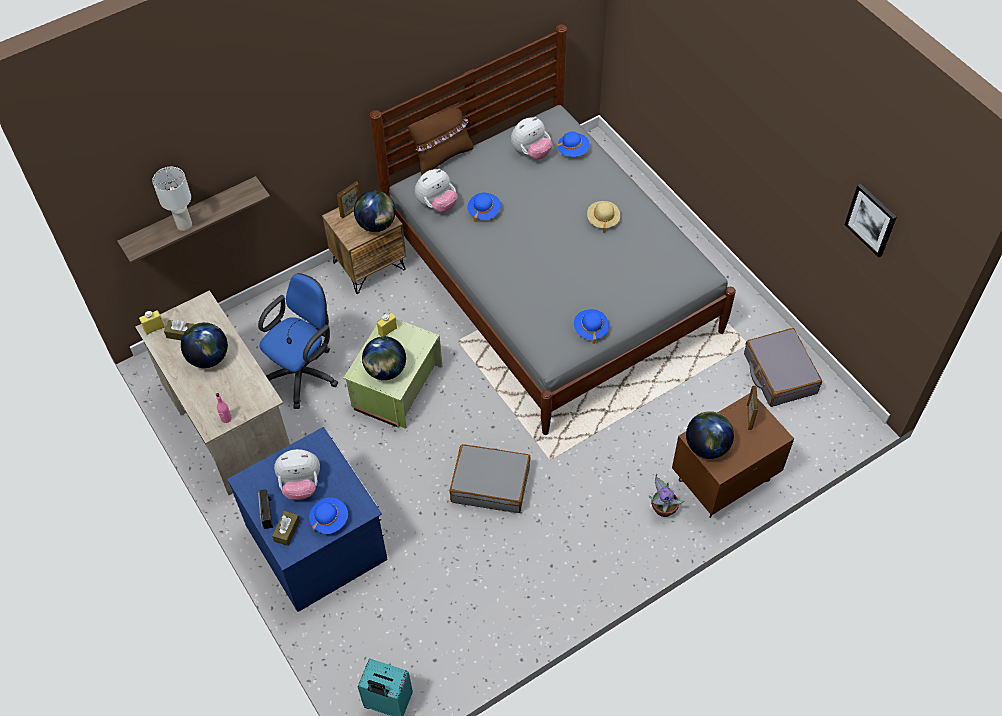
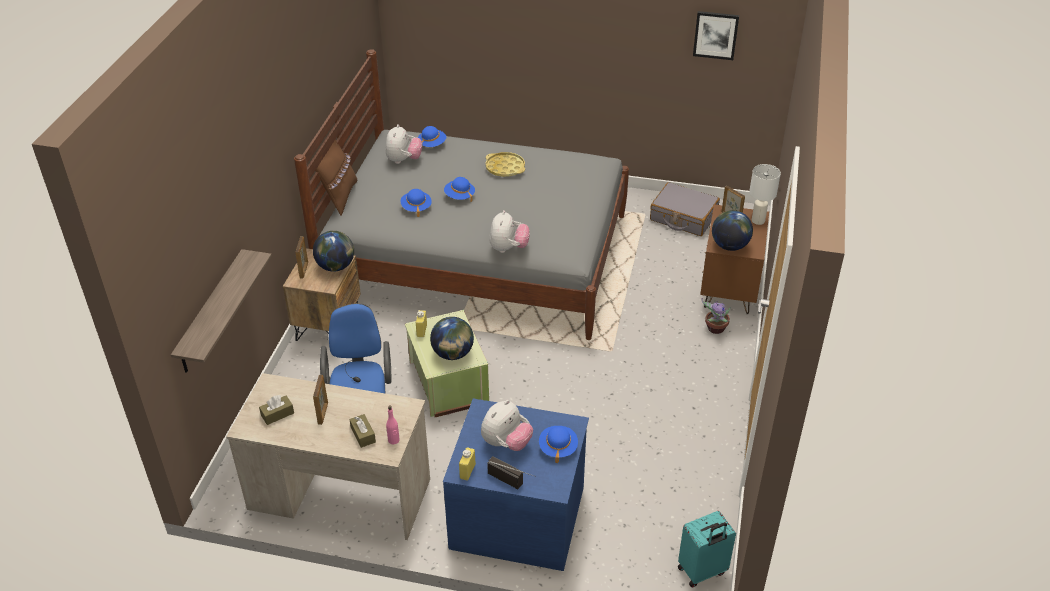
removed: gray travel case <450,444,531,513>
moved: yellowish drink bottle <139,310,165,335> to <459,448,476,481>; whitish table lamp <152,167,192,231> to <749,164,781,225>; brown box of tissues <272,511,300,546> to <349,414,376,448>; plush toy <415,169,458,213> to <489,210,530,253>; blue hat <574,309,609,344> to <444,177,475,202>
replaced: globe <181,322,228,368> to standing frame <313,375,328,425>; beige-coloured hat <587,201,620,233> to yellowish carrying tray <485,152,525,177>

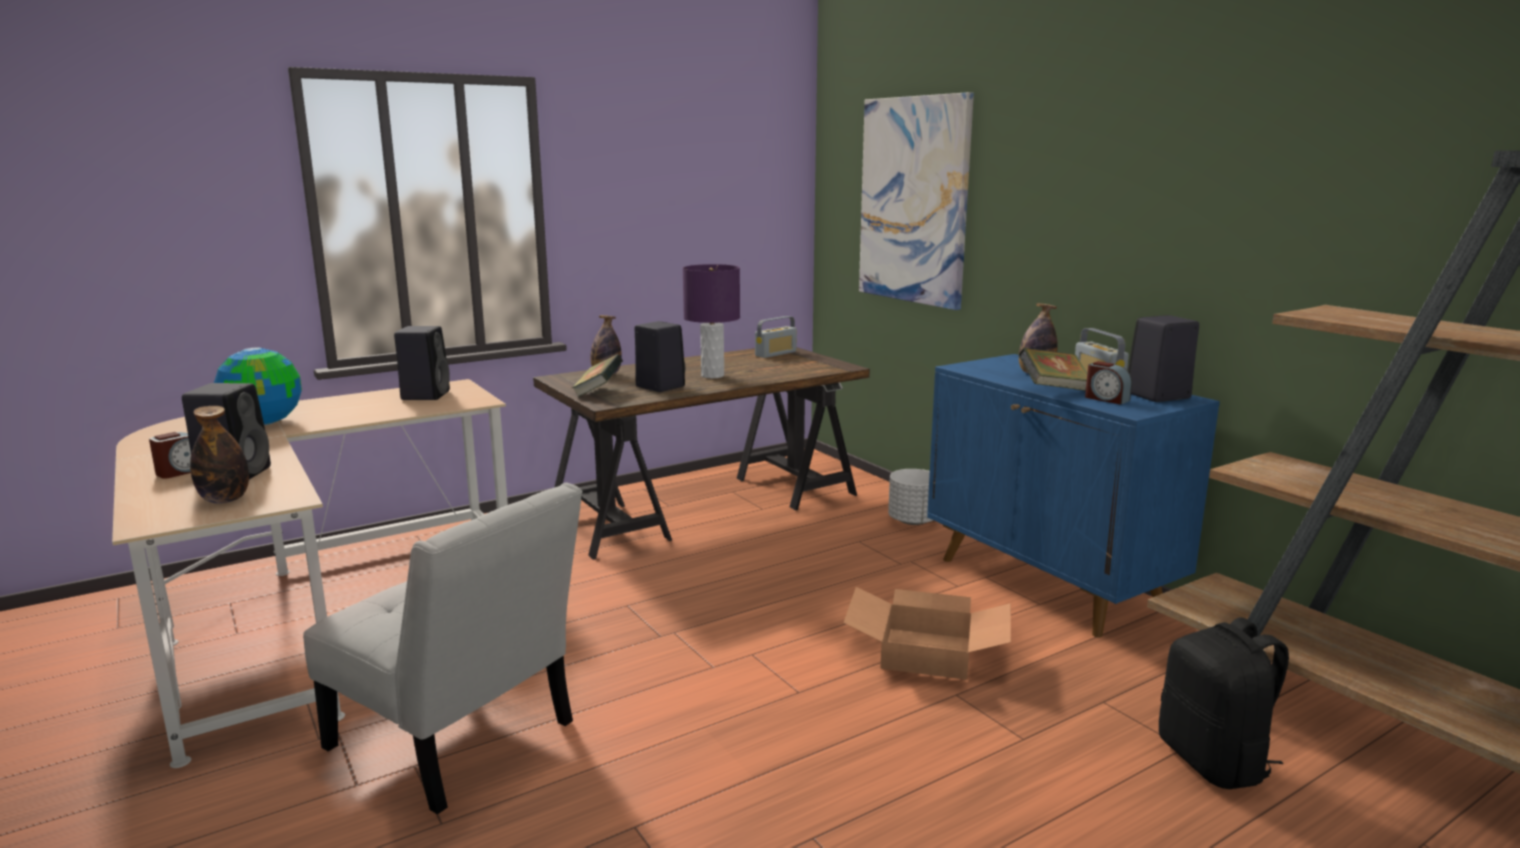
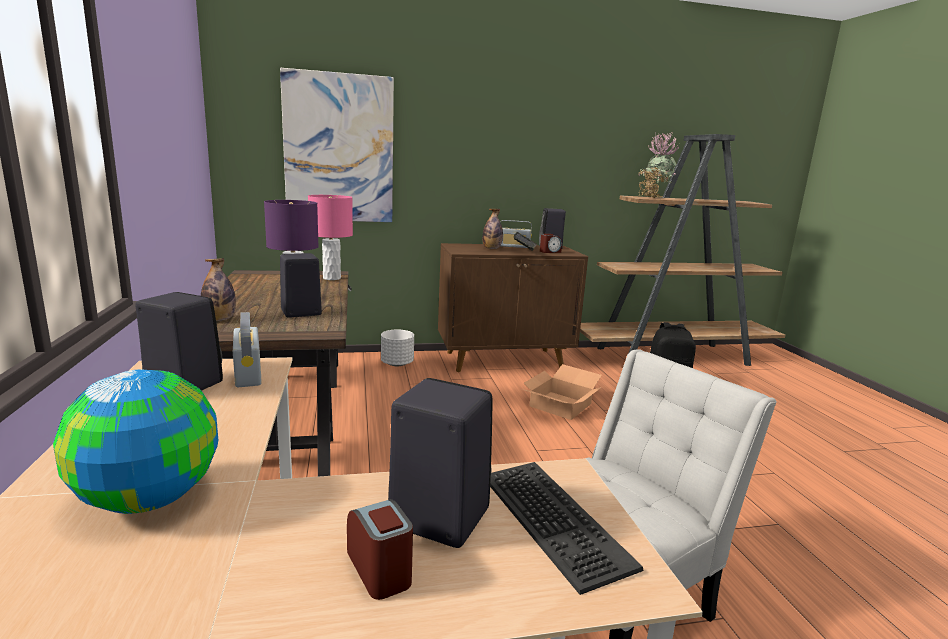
removed: volume <572,354,623,397>
added: pinkish table lamp <308,195,353,280>; plant in a pot <638,132,679,198>
moved: radio receiver <755,316,797,358> to <233,312,262,387>
replaced: drink bottle <190,406,249,504> to computer keyboard <490,462,643,595>
recoloured: blue cupboard <927,354,1220,638> to brown cupboard <438,243,588,372>

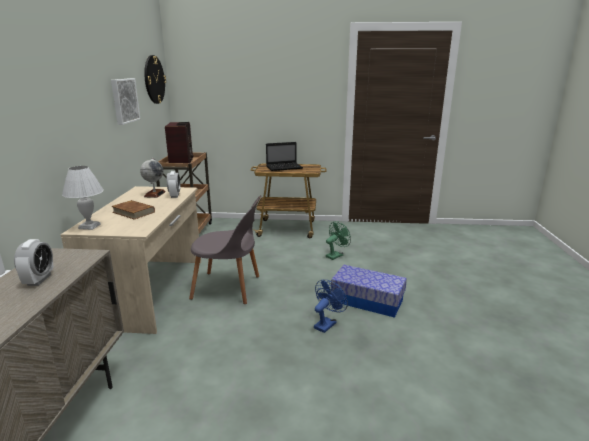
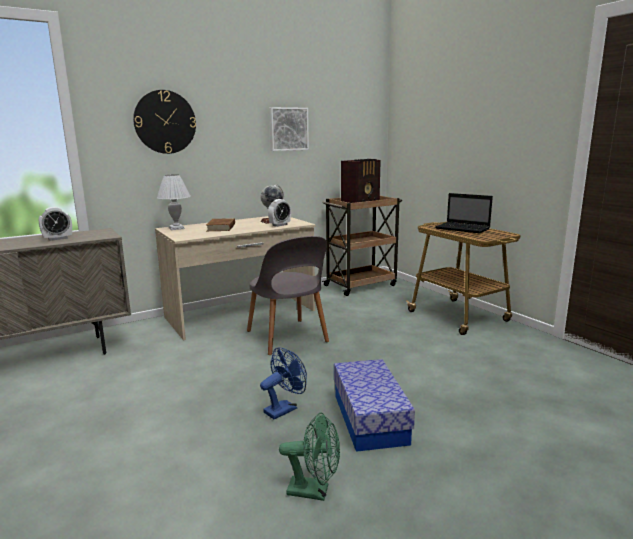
moved: wall clock <144,55,166,104> to <133,90,196,154>; green-coloured cooling fan <326,221,351,260> to <279,412,340,501>
turned: blue cooling fan <314,279,348,333> = <260,347,307,419> 45 degrees counterclockwise

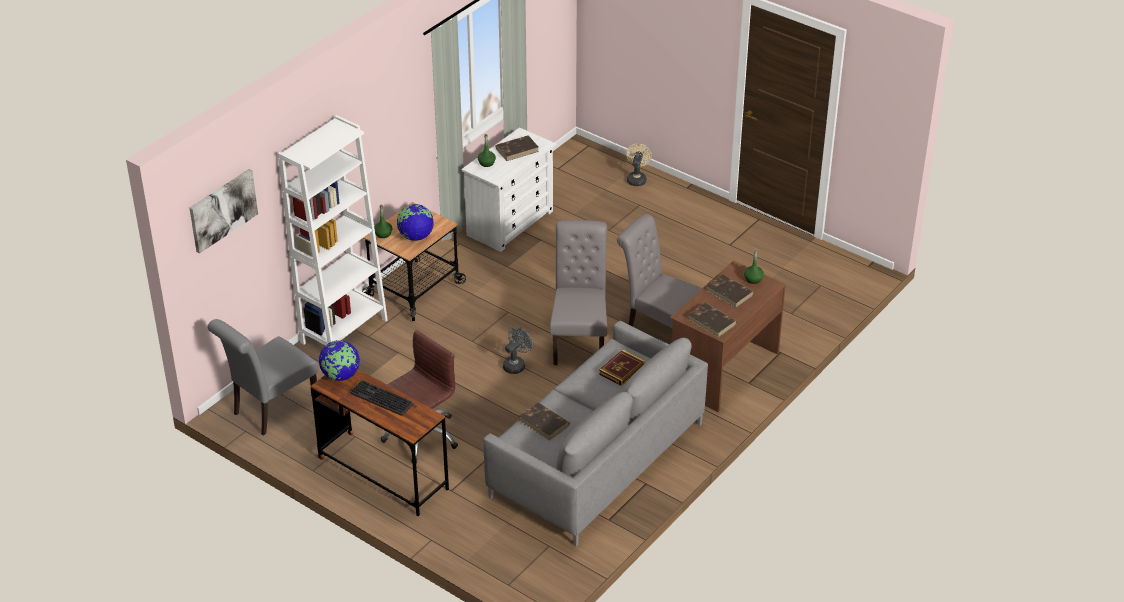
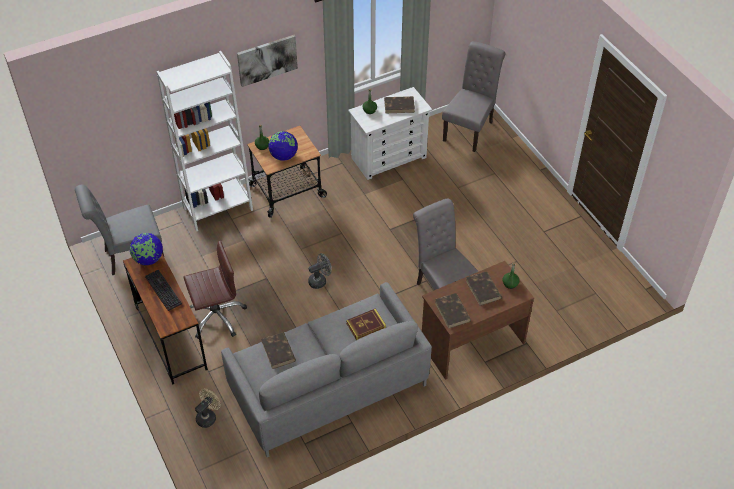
moved: wall picture <190,169,258,253> to <237,35,298,87>; gray plain chair <550,220,607,365> to <442,41,506,152>; beige-coloured cooling fan <626,144,652,186> to <195,389,221,428>

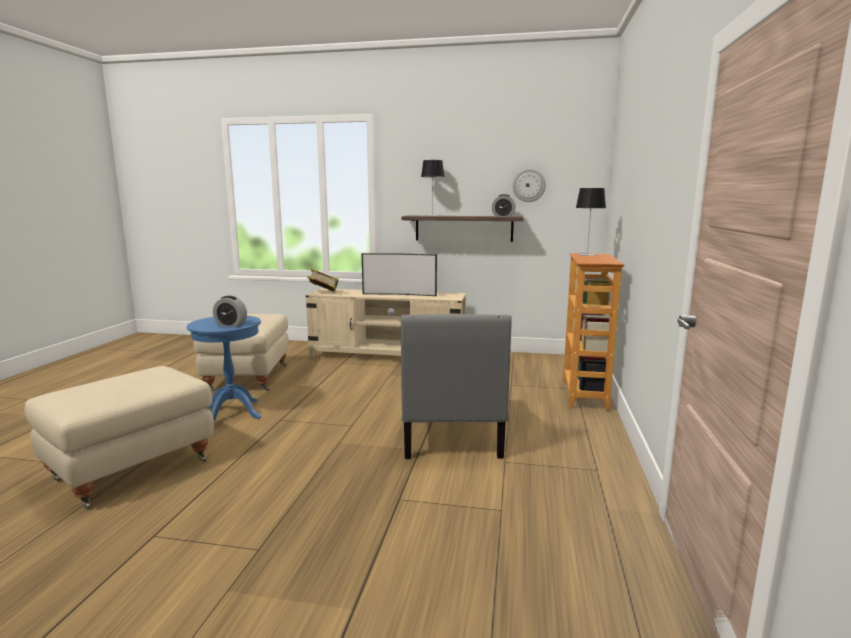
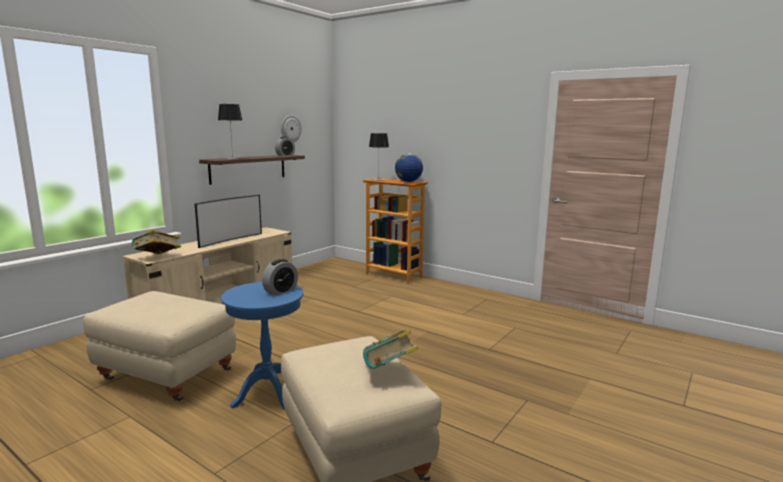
removed: gray armchair <401,314,512,459>
added: volume <363,329,418,369>; globe <395,153,423,182>

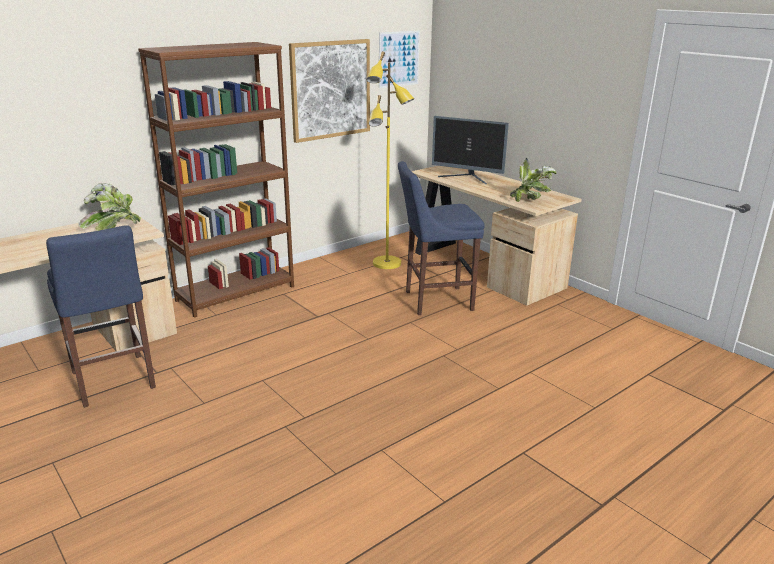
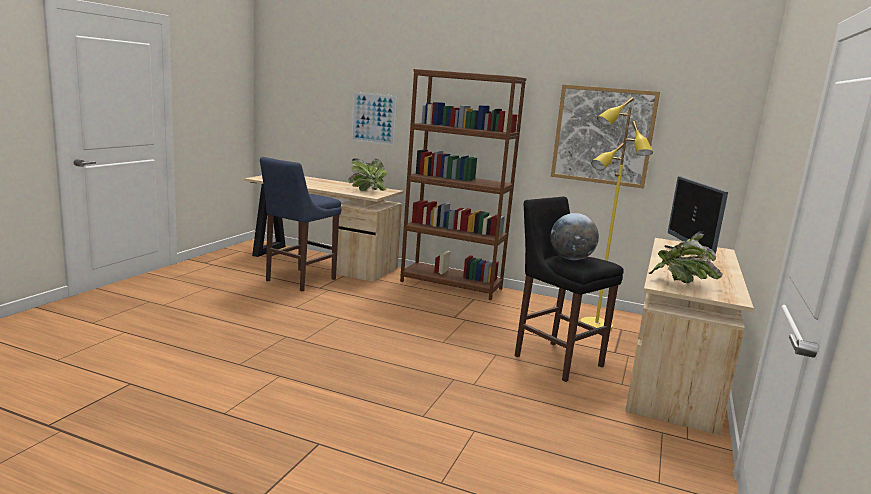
added: globe <551,213,599,260>
moved: wall picture <379,31,420,88> to <351,92,397,146>
recoloured: blue sitting stool <398,161,485,315> to black sitting stool <515,197,624,382>

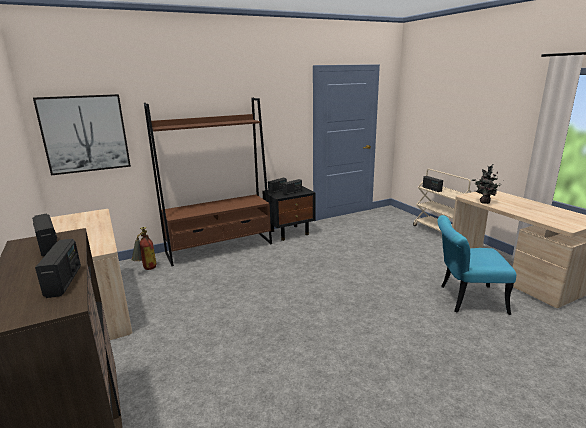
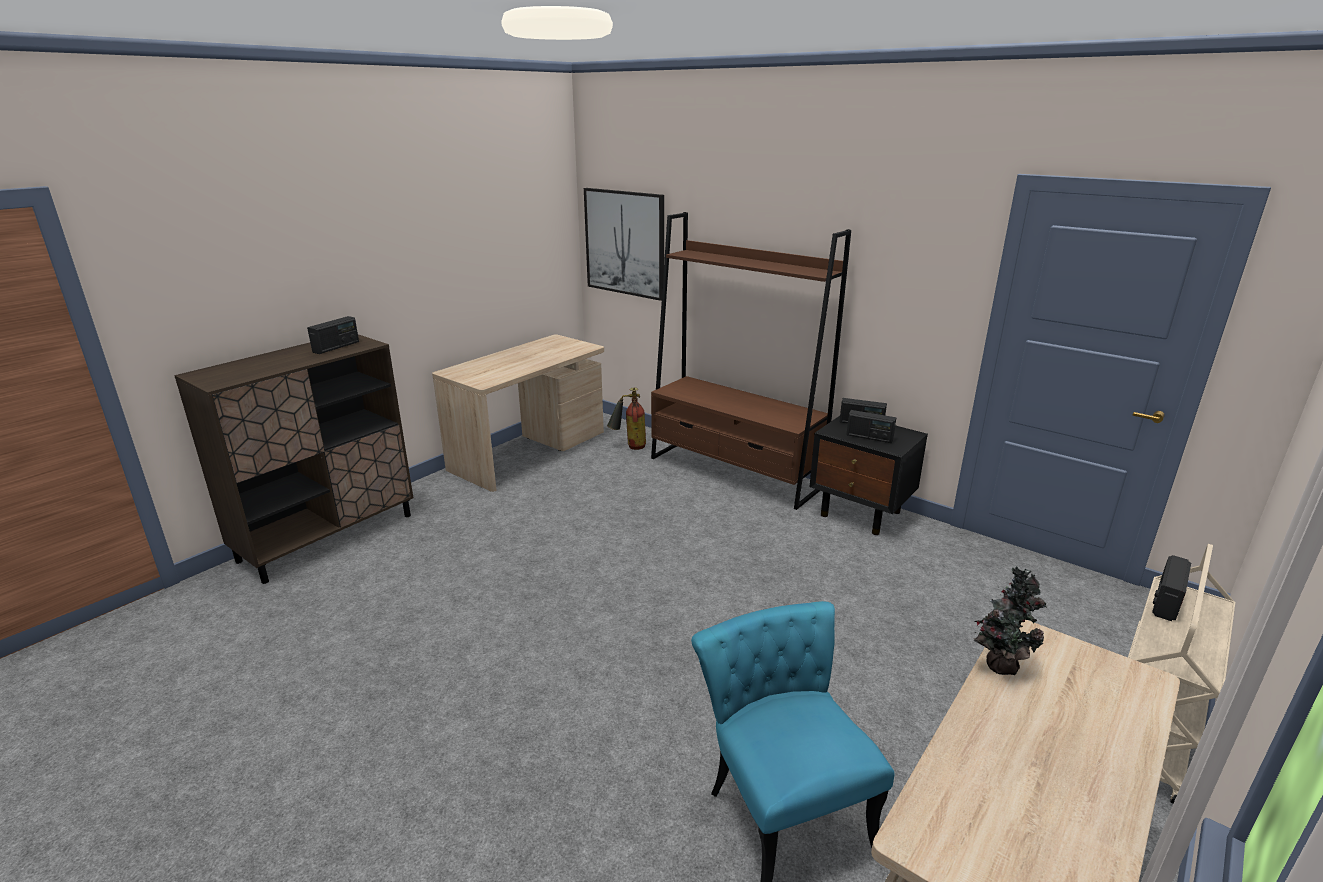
removed: radio receiver <35,239,81,298>

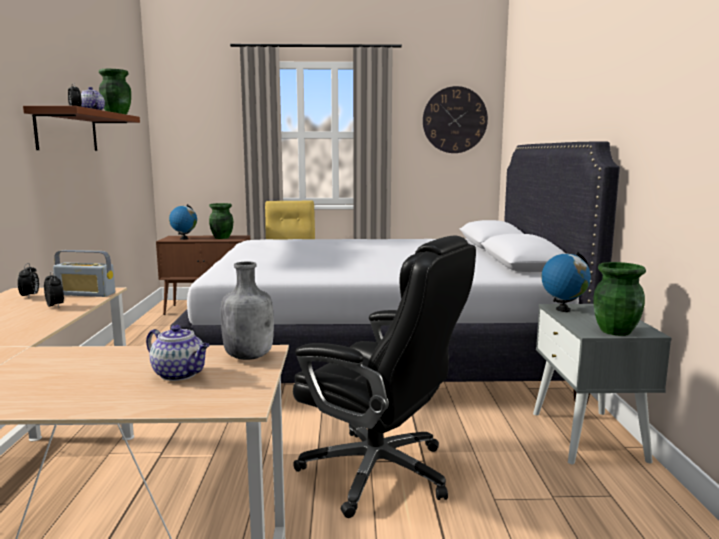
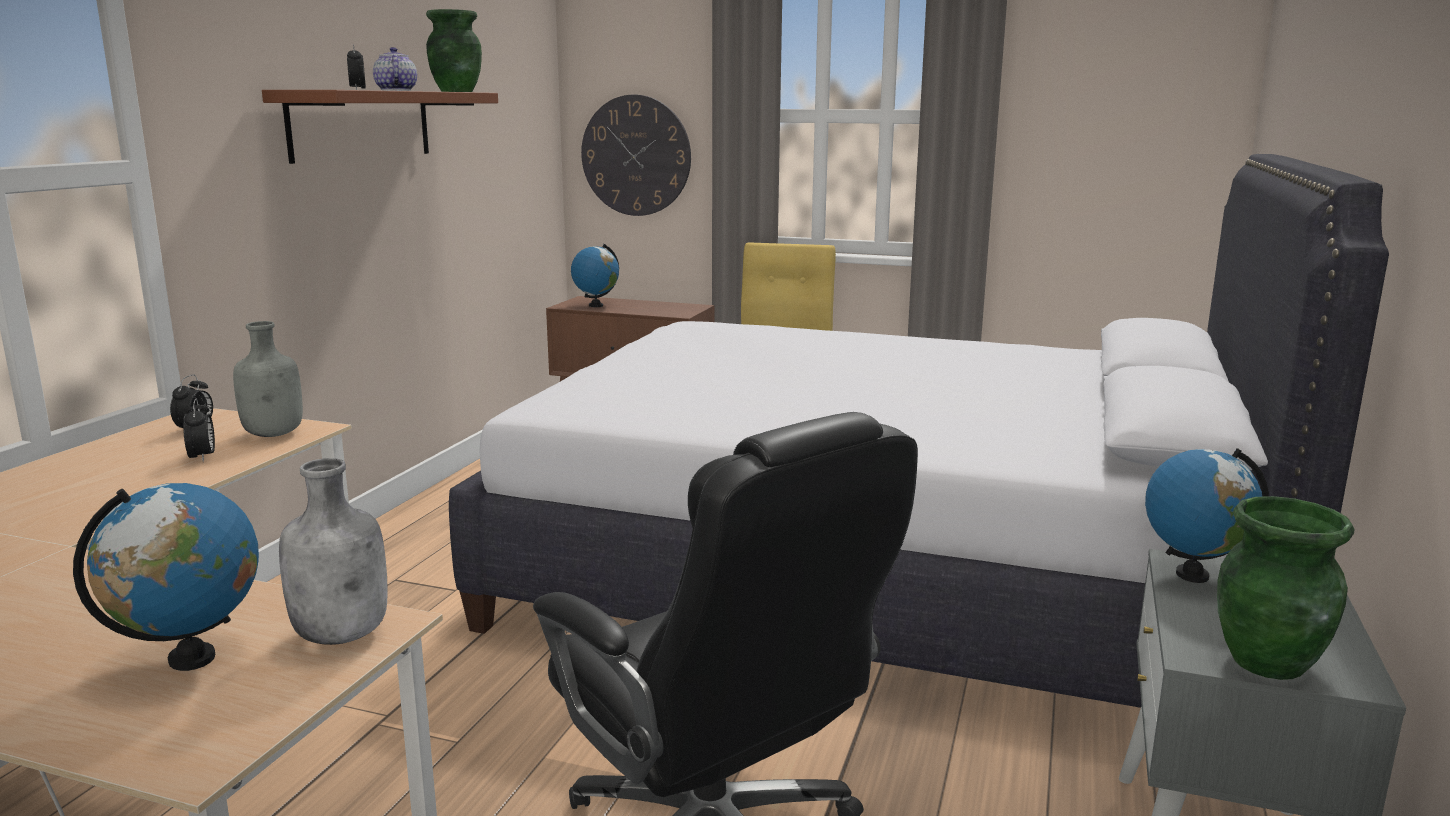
removed: green-coloured decorative vase <209,203,233,239>
moved: wall clock <423,86,488,153> to <581,95,691,216>
replaced: radio receiver <53,250,115,297> to gray drink bottle <233,321,303,437>; teapot <146,325,210,381> to globe <73,483,259,671>

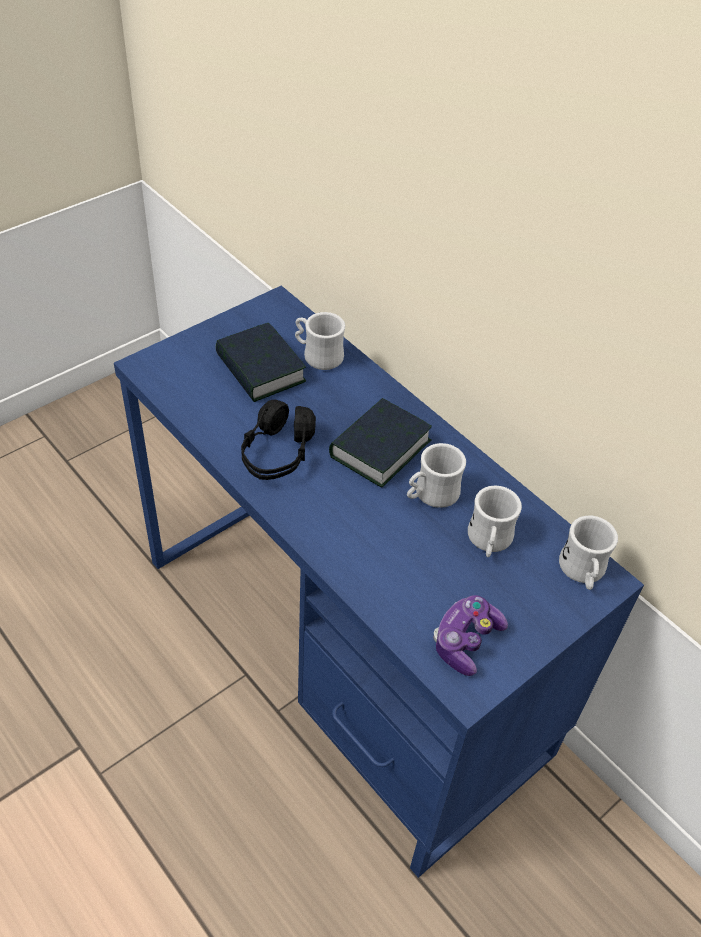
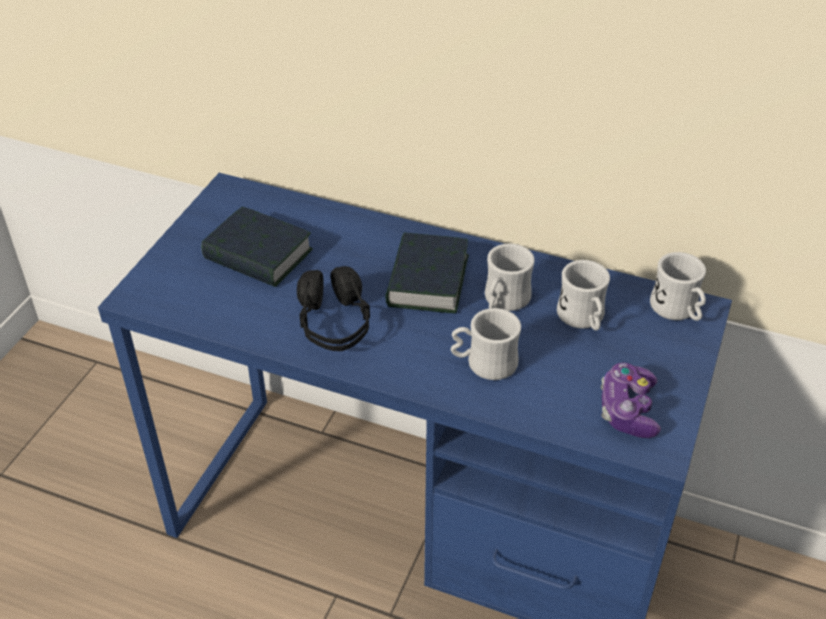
moved: whitish mug <295,312,345,370> to <451,308,521,380>

